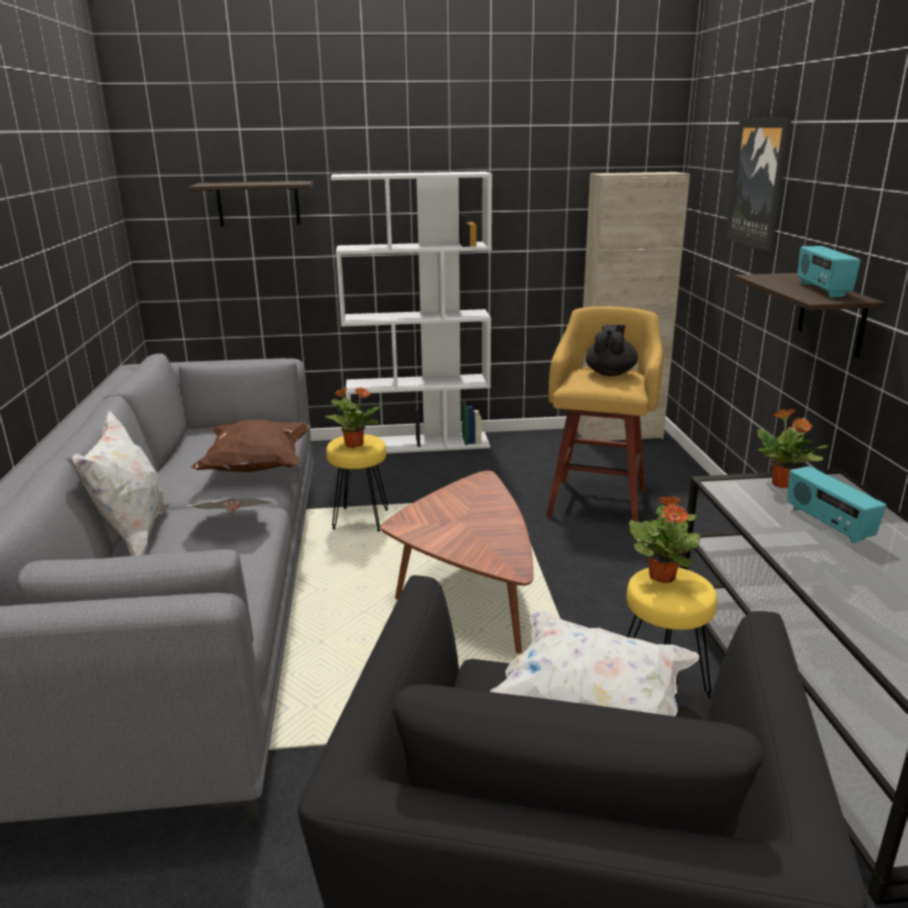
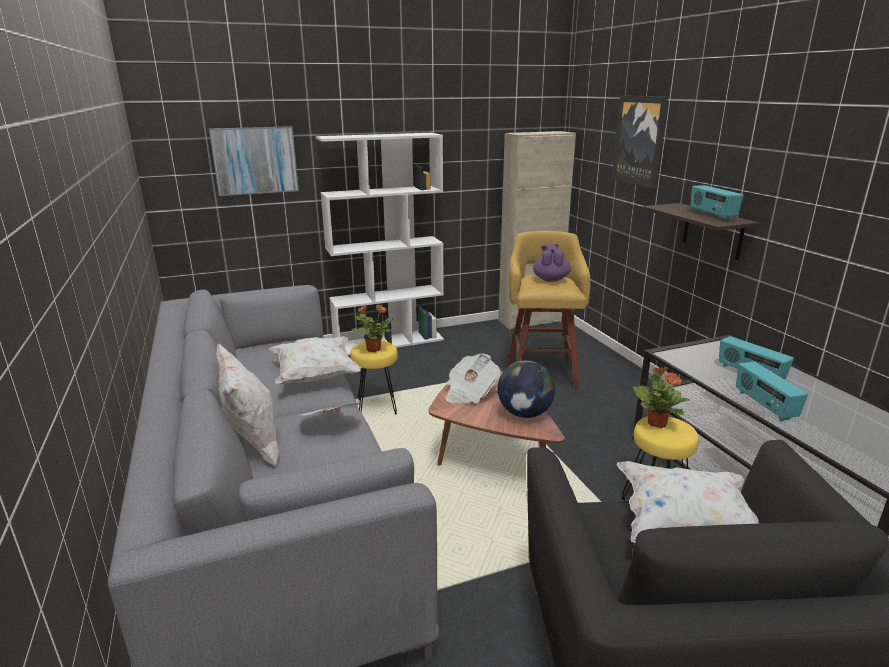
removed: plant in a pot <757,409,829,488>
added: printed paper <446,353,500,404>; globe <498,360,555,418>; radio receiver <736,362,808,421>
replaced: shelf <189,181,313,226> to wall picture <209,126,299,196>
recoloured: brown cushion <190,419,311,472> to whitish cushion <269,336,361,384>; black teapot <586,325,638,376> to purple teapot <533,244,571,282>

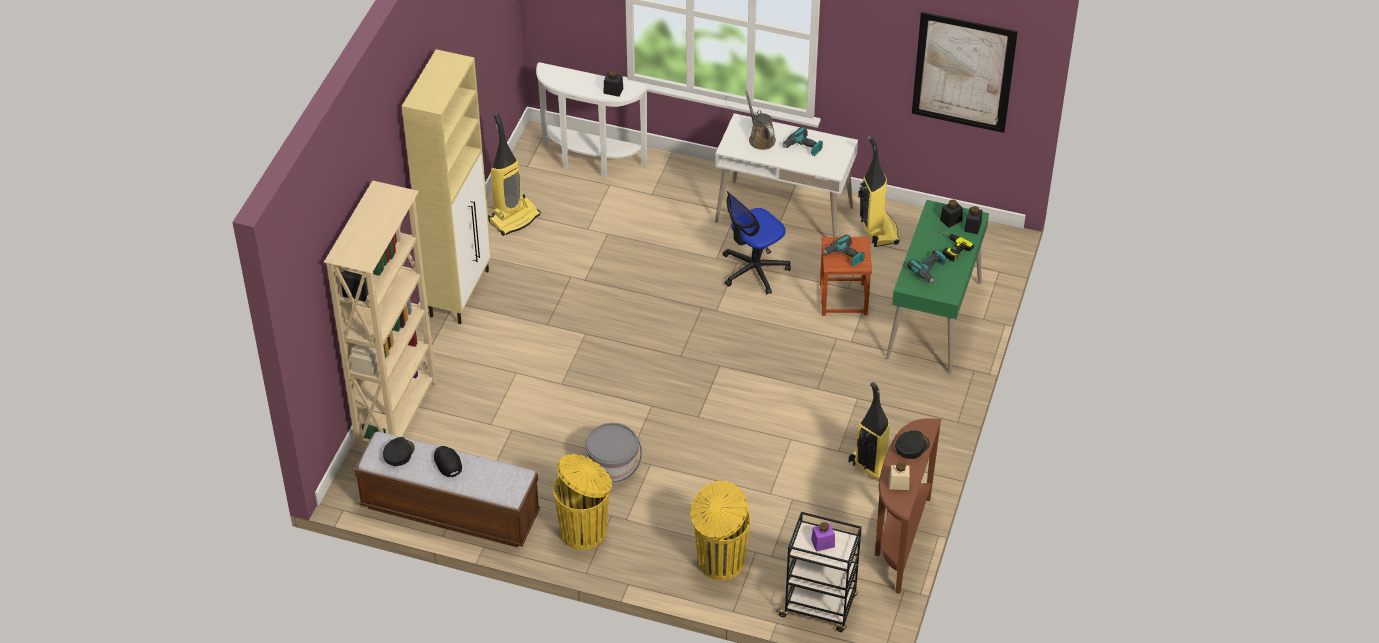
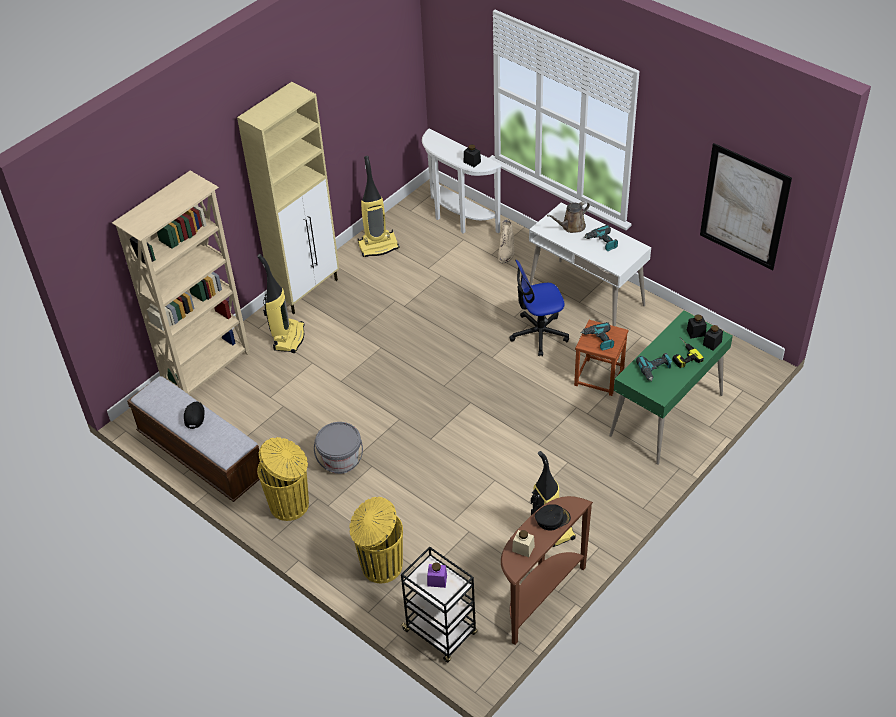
removed: black peaked cap <383,437,415,466>
added: beige-coloured boot <498,219,514,264>
moved: vacuum cleaner <858,136,900,247> to <257,254,305,353>
turned: brown sprinkling can <745,91,776,150> = <547,201,590,233> 120 degrees counterclockwise

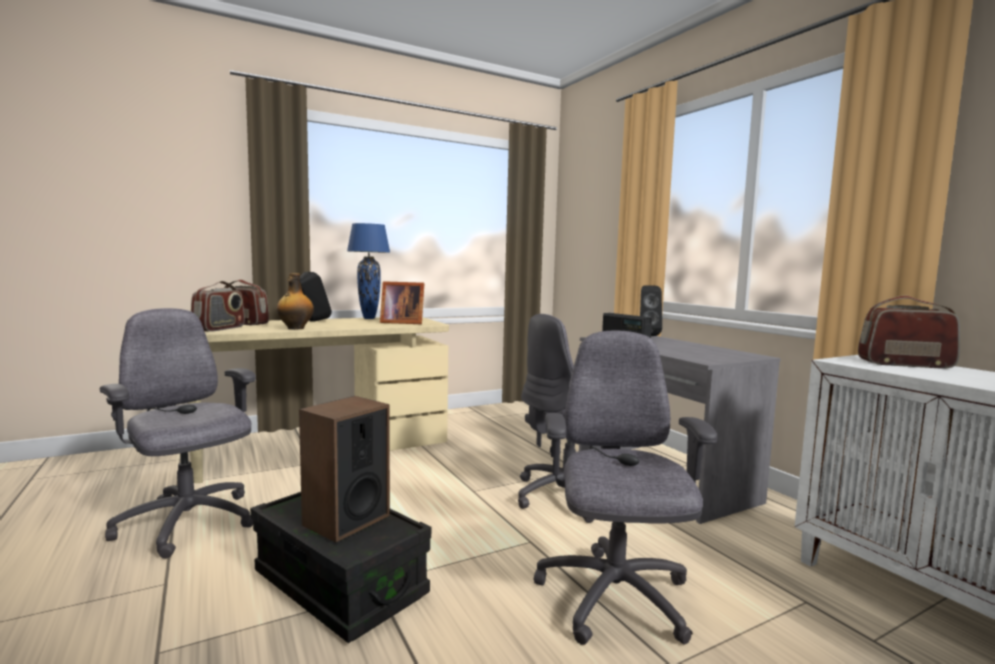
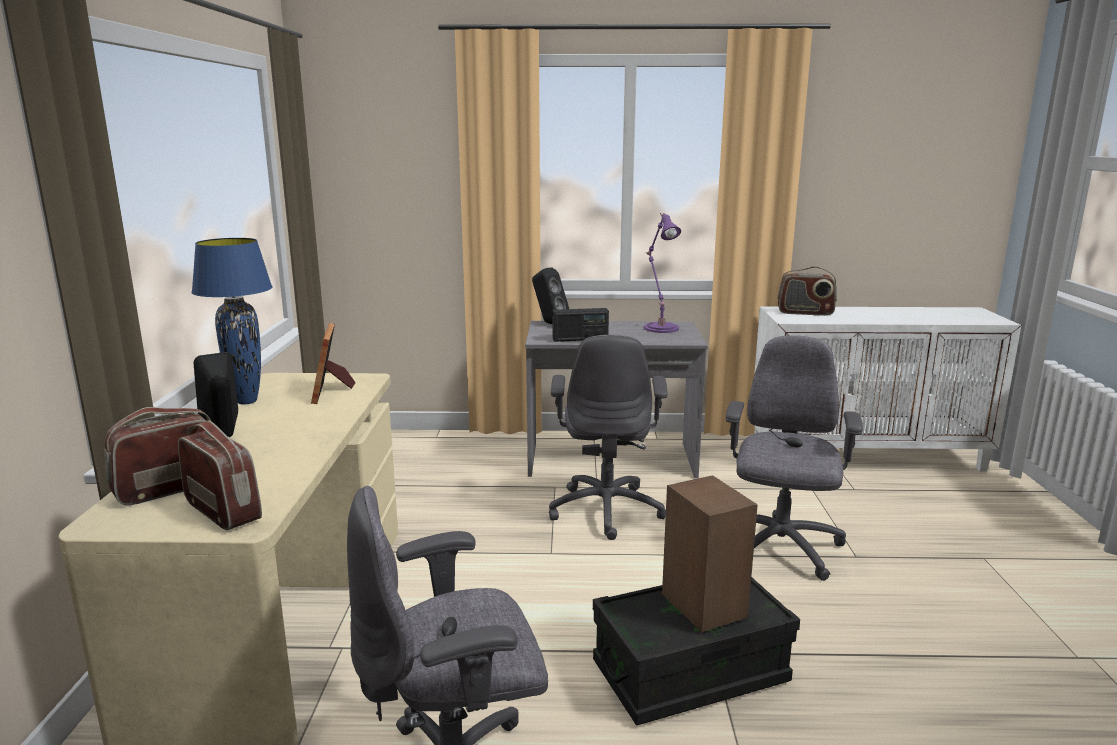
removed: drink bottle <277,273,314,330>
added: purple table lamp <644,213,681,333>
turned: standing frame <380,281,424,324> = <311,323,356,404> 135 degrees clockwise; gray desk chair <533,330,717,645> = <726,335,863,581> 75 degrees clockwise; radio receiver <858,295,960,369> = <777,266,837,316> 120 degrees counterclockwise

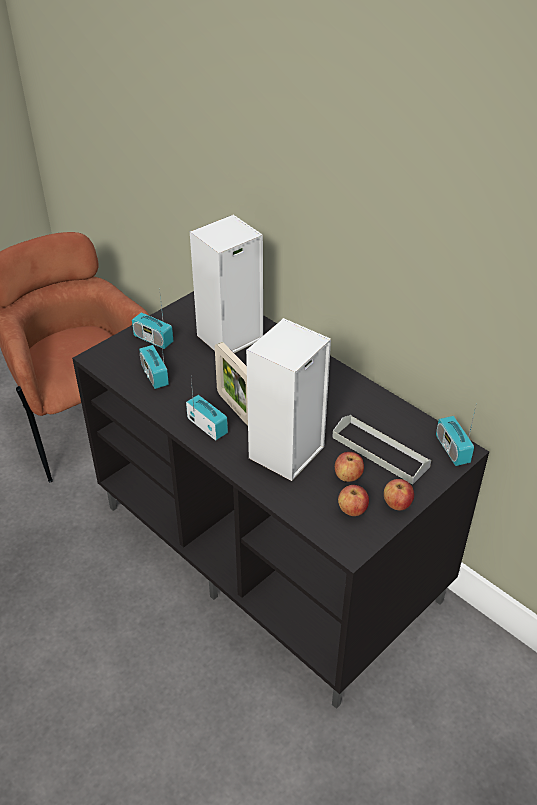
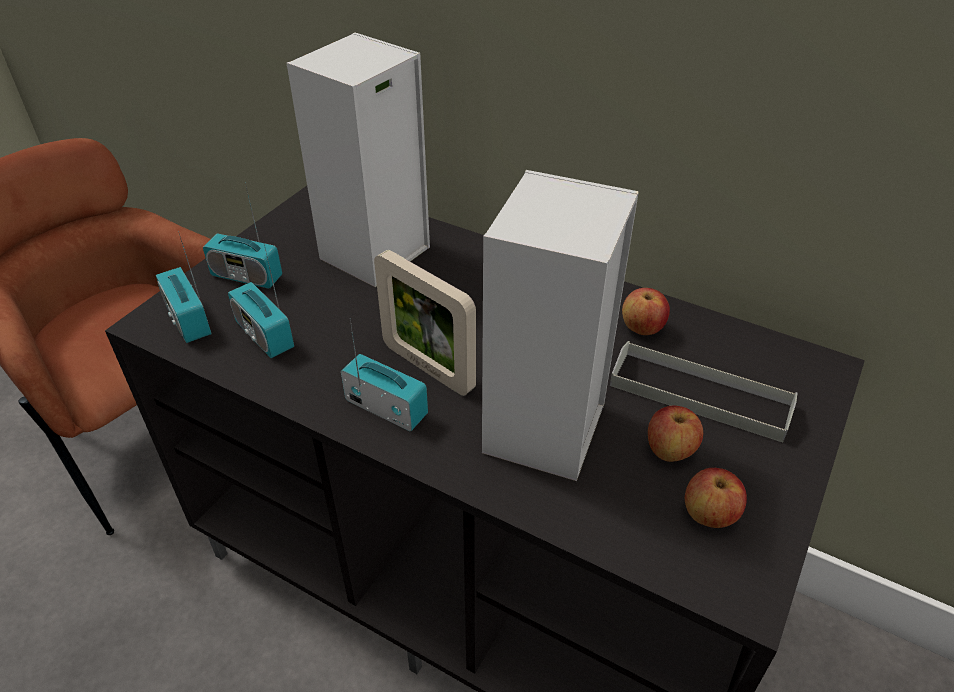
moved: apple fruit <384,479,414,510> to <622,288,670,335>; radio receiver <436,407,476,466> to <156,231,211,343>

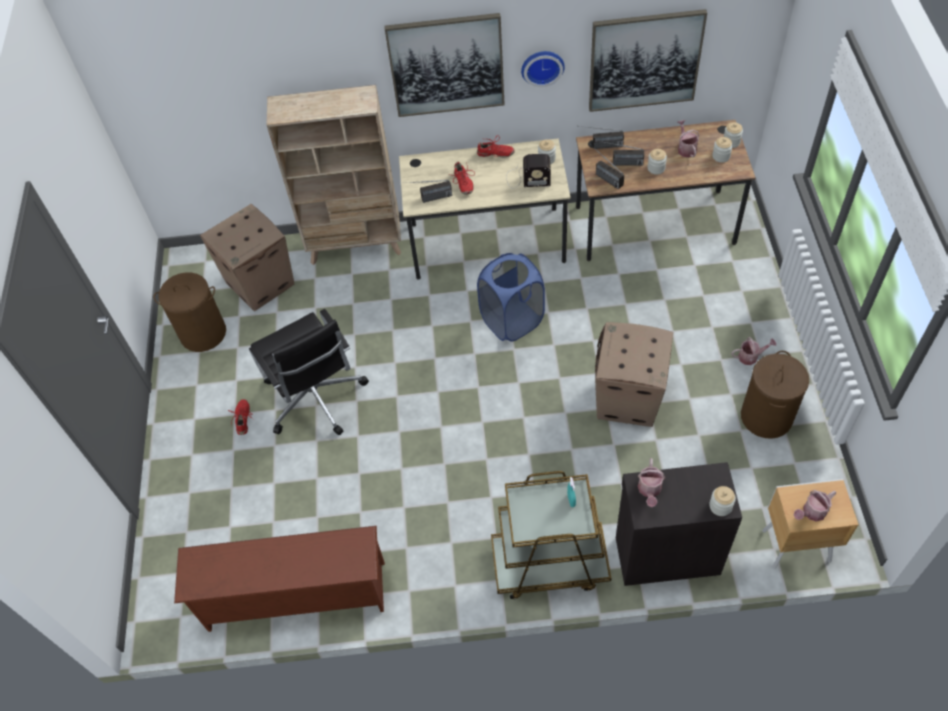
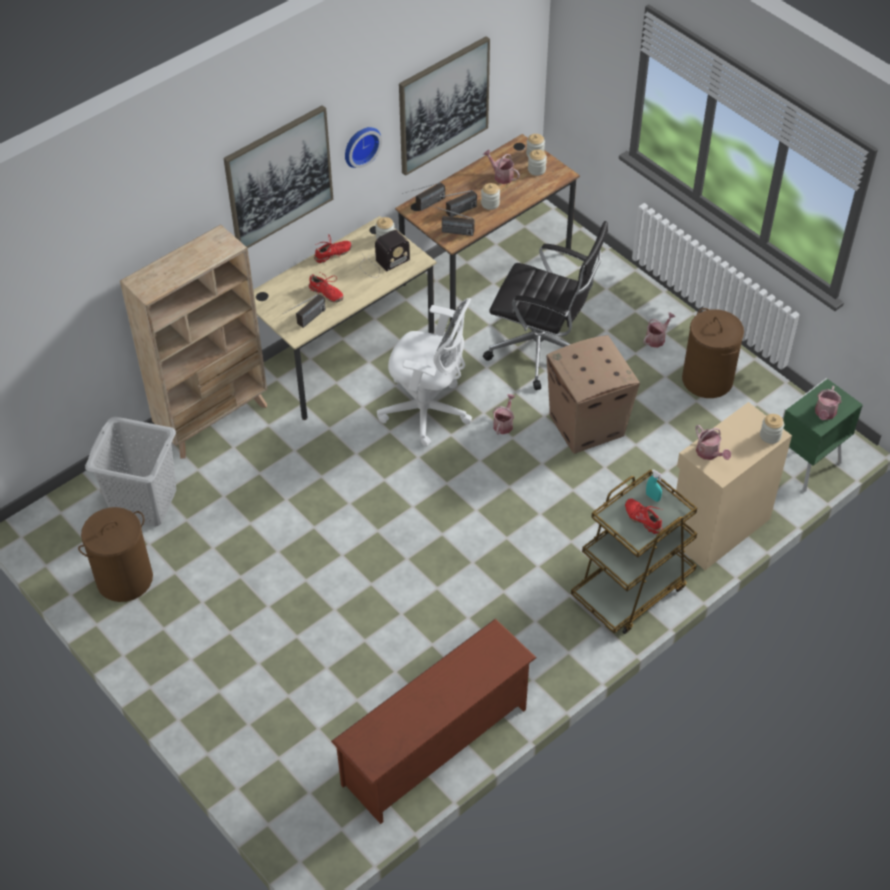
added: sprinkling can <493,394,516,435>
moved: red-coloured low shoe <228,399,253,435> to <625,498,662,534>; black desk chair <249,309,369,435> to <483,221,608,390>
replaced: packing box <200,204,295,311> to gray hamper <85,417,176,527>; blue hamper <477,253,545,342> to whitish desk chair <377,298,472,447>
recoloured: black cupboard <616,462,742,586> to beige-coloured cupboard <675,402,792,570>; brown nightstand <762,479,859,569> to green-coloured nightstand <783,378,863,492>

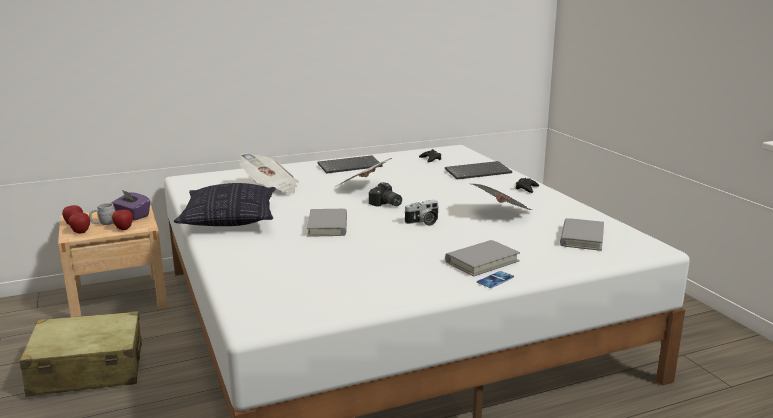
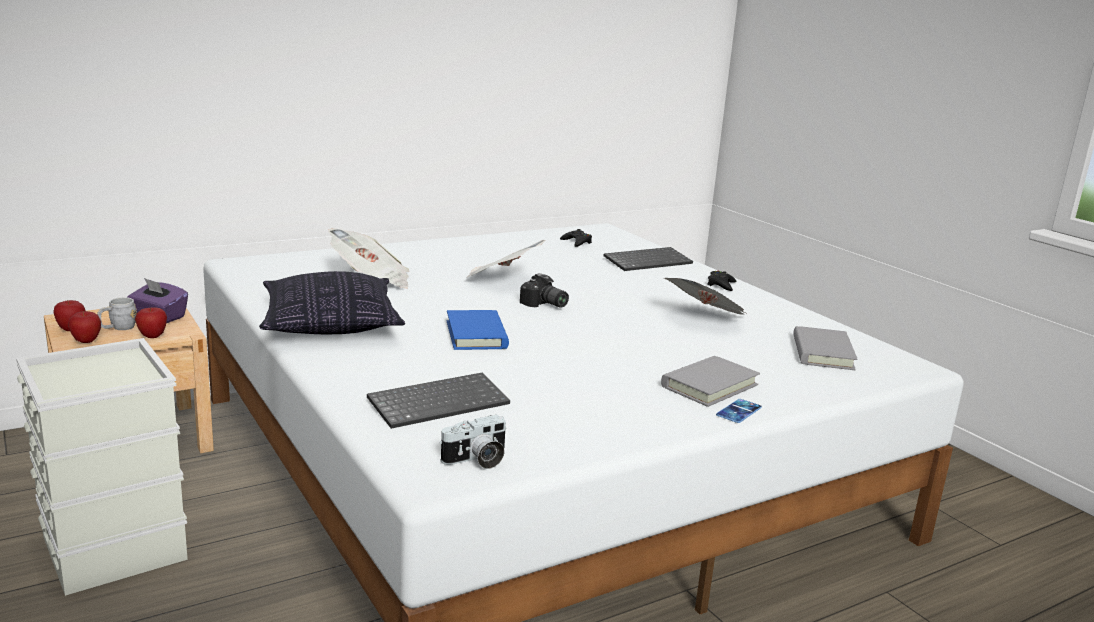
moved: computer keyboard <317,155,383,174> to <367,373,510,429>; photo camera <404,200,439,226> to <439,415,506,469>
replaced: beige-coloured travel case <20,311,142,397> to gray storage container <16,338,188,596>
recoloured: gray volume <307,209,347,237> to blue volume <447,310,509,350>

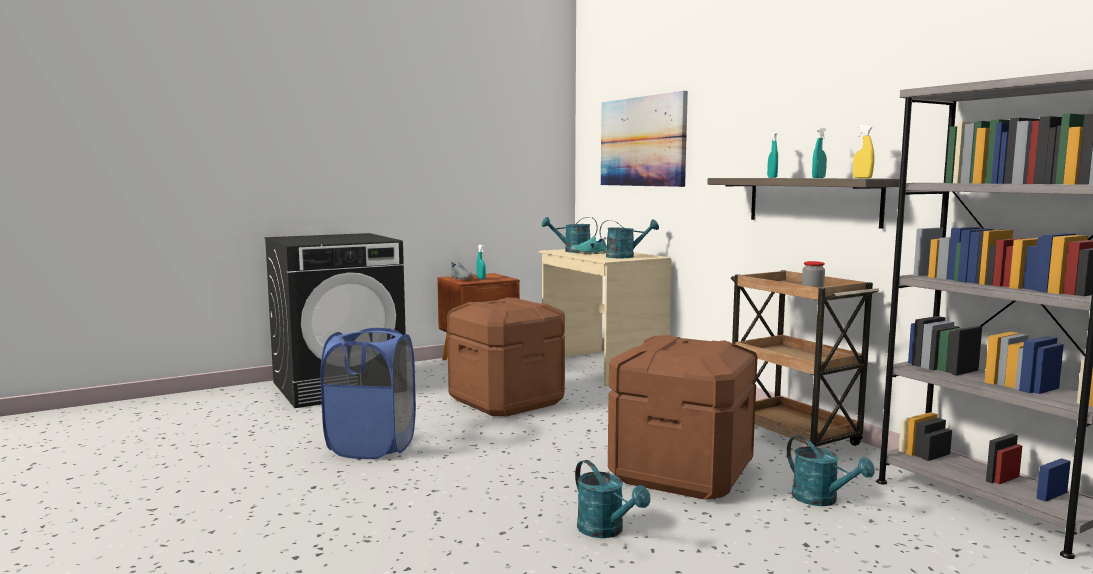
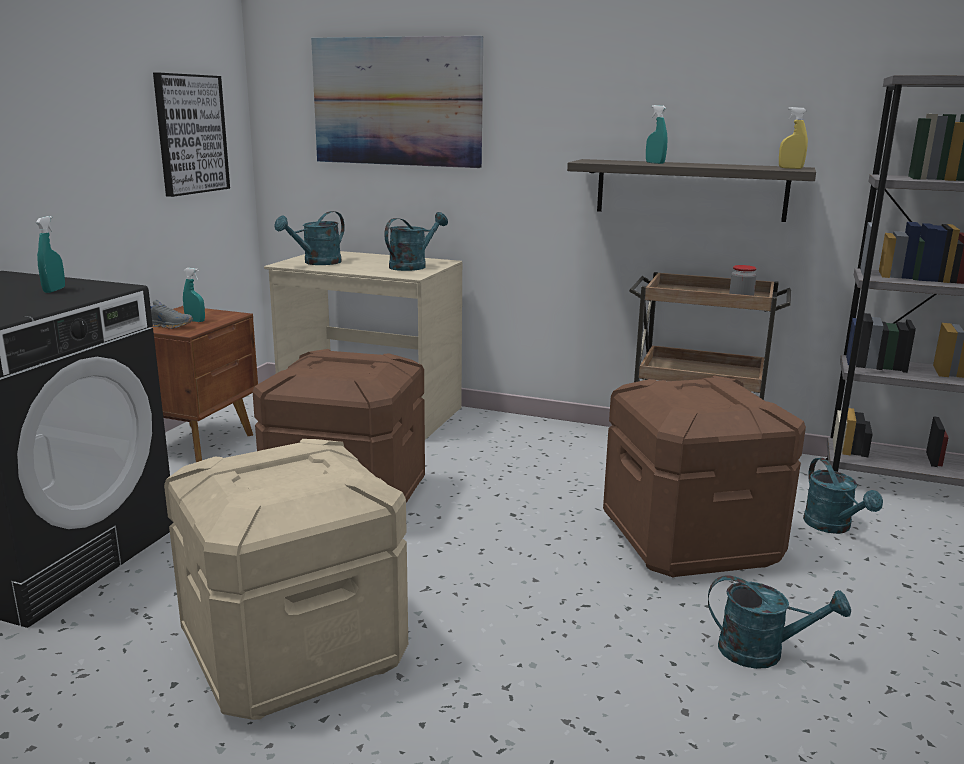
removed: blue-green low shoe <571,236,607,254>
added: wall picture <153,73,230,197>
moved: blue-green sprayer <812,128,827,178> to <36,216,65,293>
replaced: blue hamper <321,328,416,459> to beige-coloured storage container <164,439,408,720>
turned: blue-green sprinkling can <787,436,875,506> = <803,458,883,534> 60 degrees clockwise

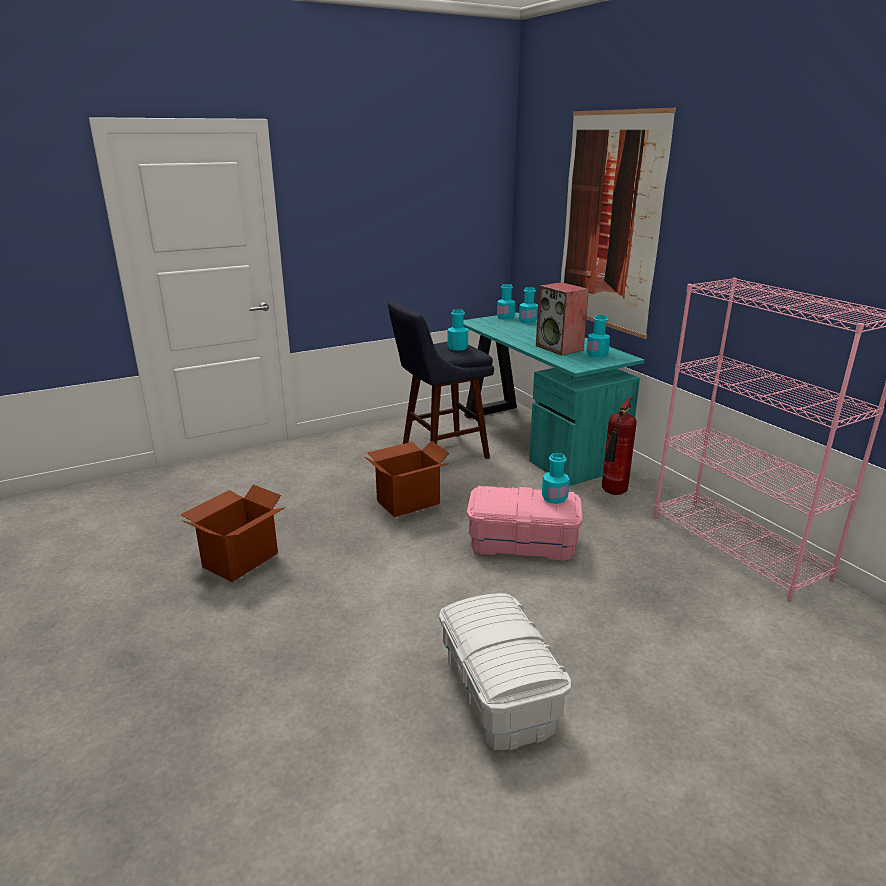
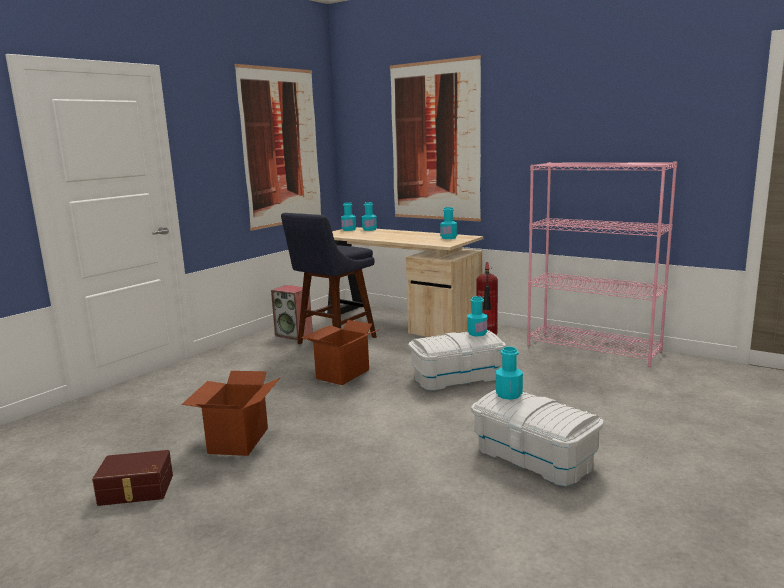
added: brown storage container <92,450,173,506>; wall picture <235,64,321,231>
moved: blue-green drink bottle <447,309,468,351> to <496,347,523,400>; speaker <536,282,589,355> to <271,285,313,340>
recoloured: blue-green desk <463,313,645,486> to beige-coloured desk <327,227,484,337>; pinkish storage container <467,486,583,561> to whitish storage container <409,330,506,391>

